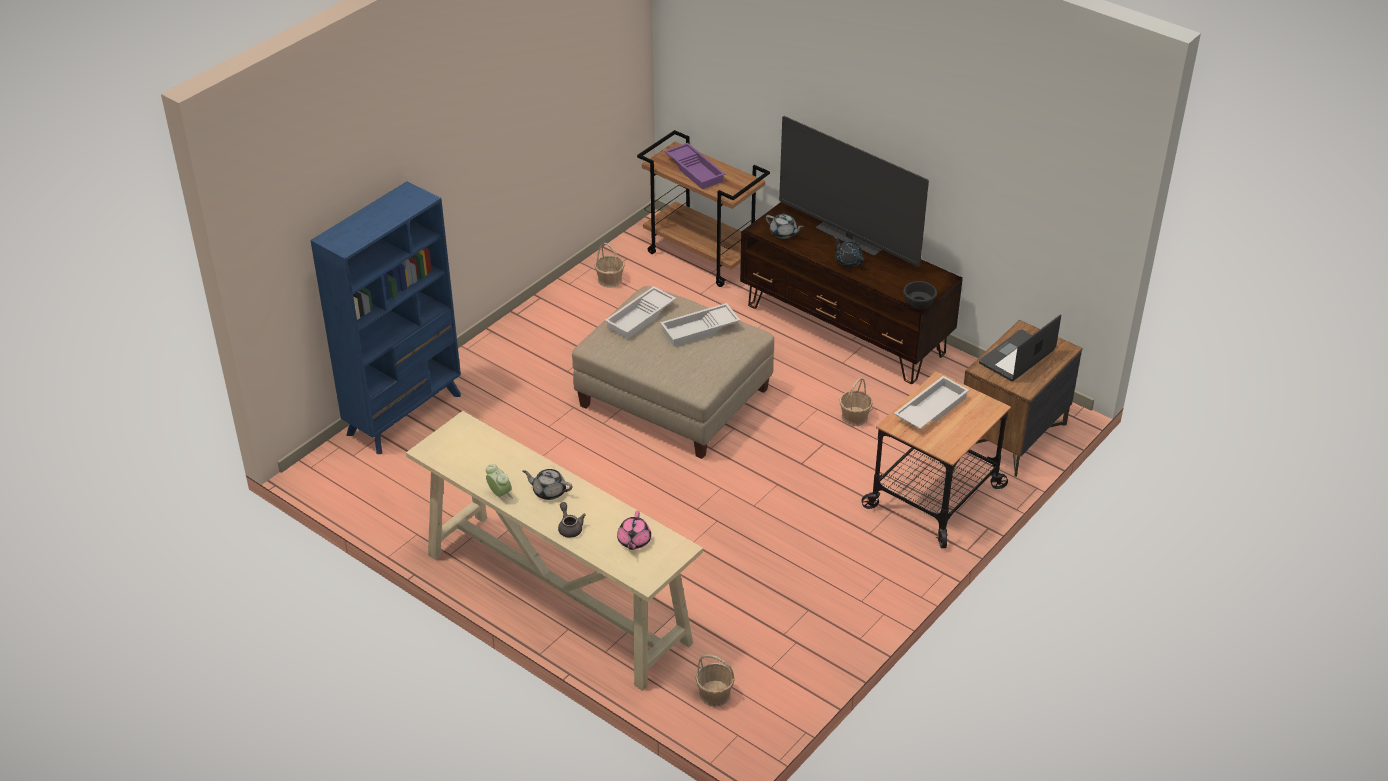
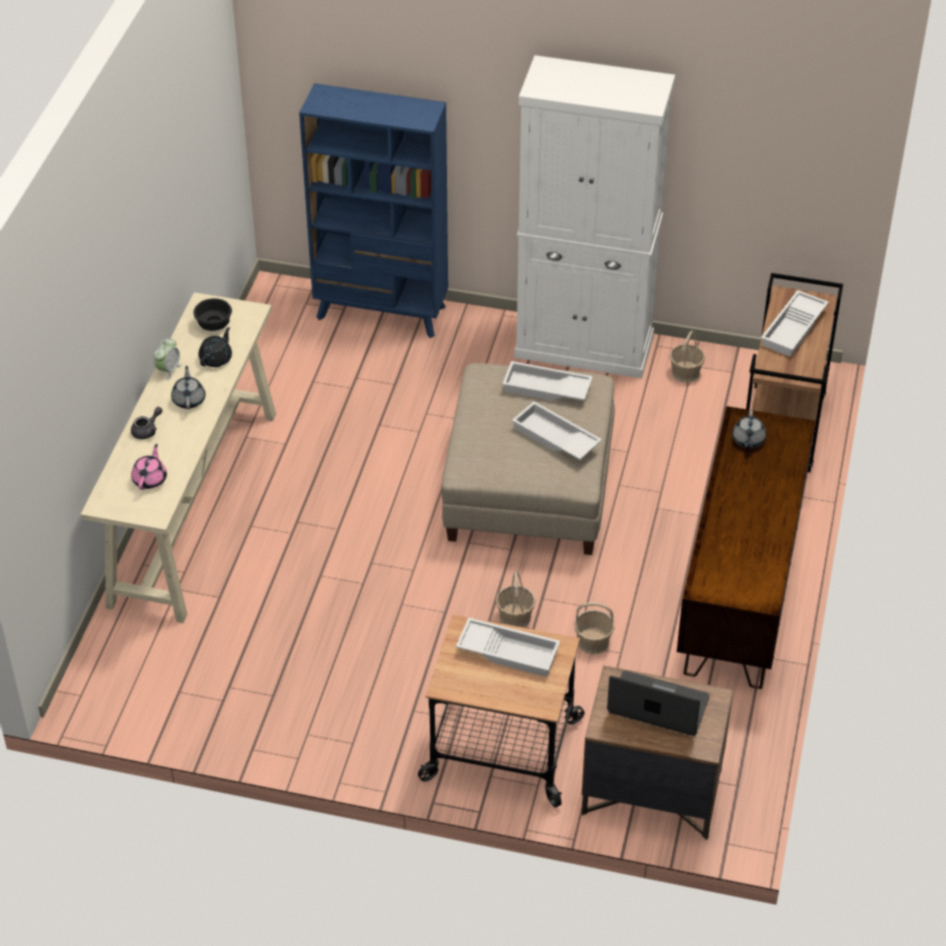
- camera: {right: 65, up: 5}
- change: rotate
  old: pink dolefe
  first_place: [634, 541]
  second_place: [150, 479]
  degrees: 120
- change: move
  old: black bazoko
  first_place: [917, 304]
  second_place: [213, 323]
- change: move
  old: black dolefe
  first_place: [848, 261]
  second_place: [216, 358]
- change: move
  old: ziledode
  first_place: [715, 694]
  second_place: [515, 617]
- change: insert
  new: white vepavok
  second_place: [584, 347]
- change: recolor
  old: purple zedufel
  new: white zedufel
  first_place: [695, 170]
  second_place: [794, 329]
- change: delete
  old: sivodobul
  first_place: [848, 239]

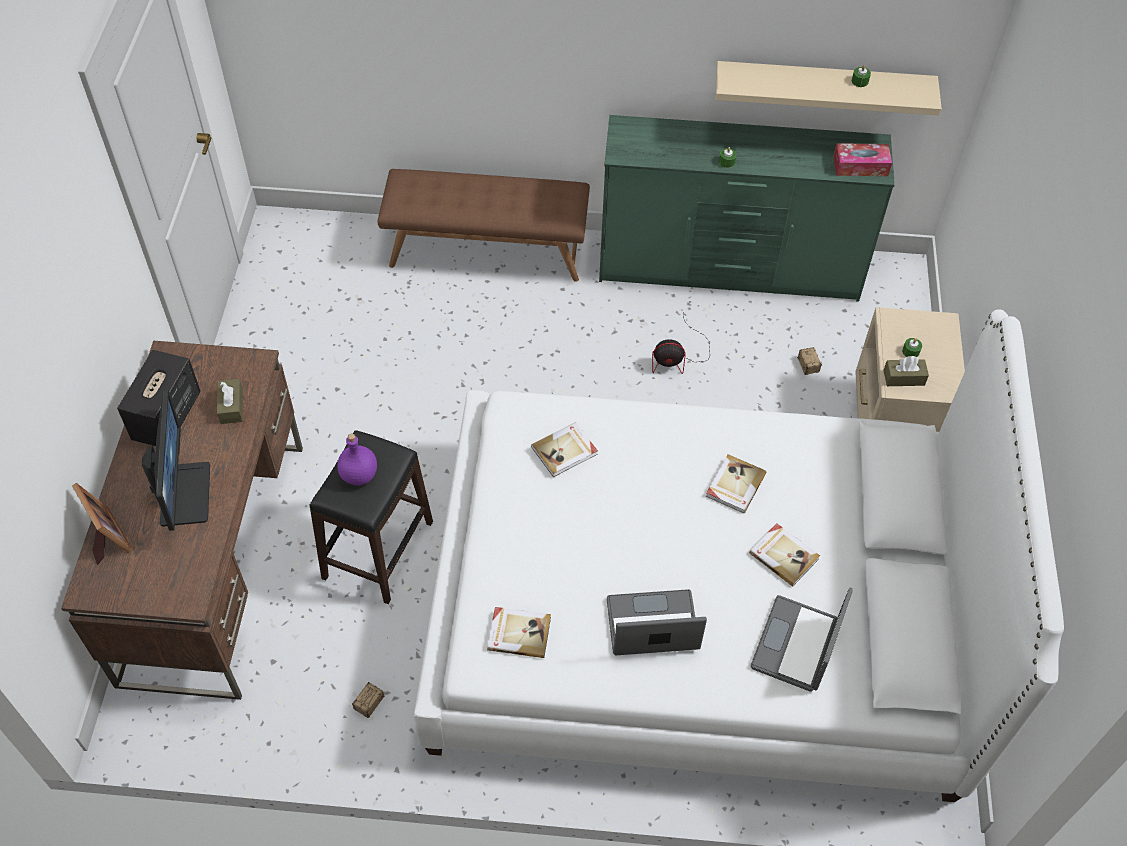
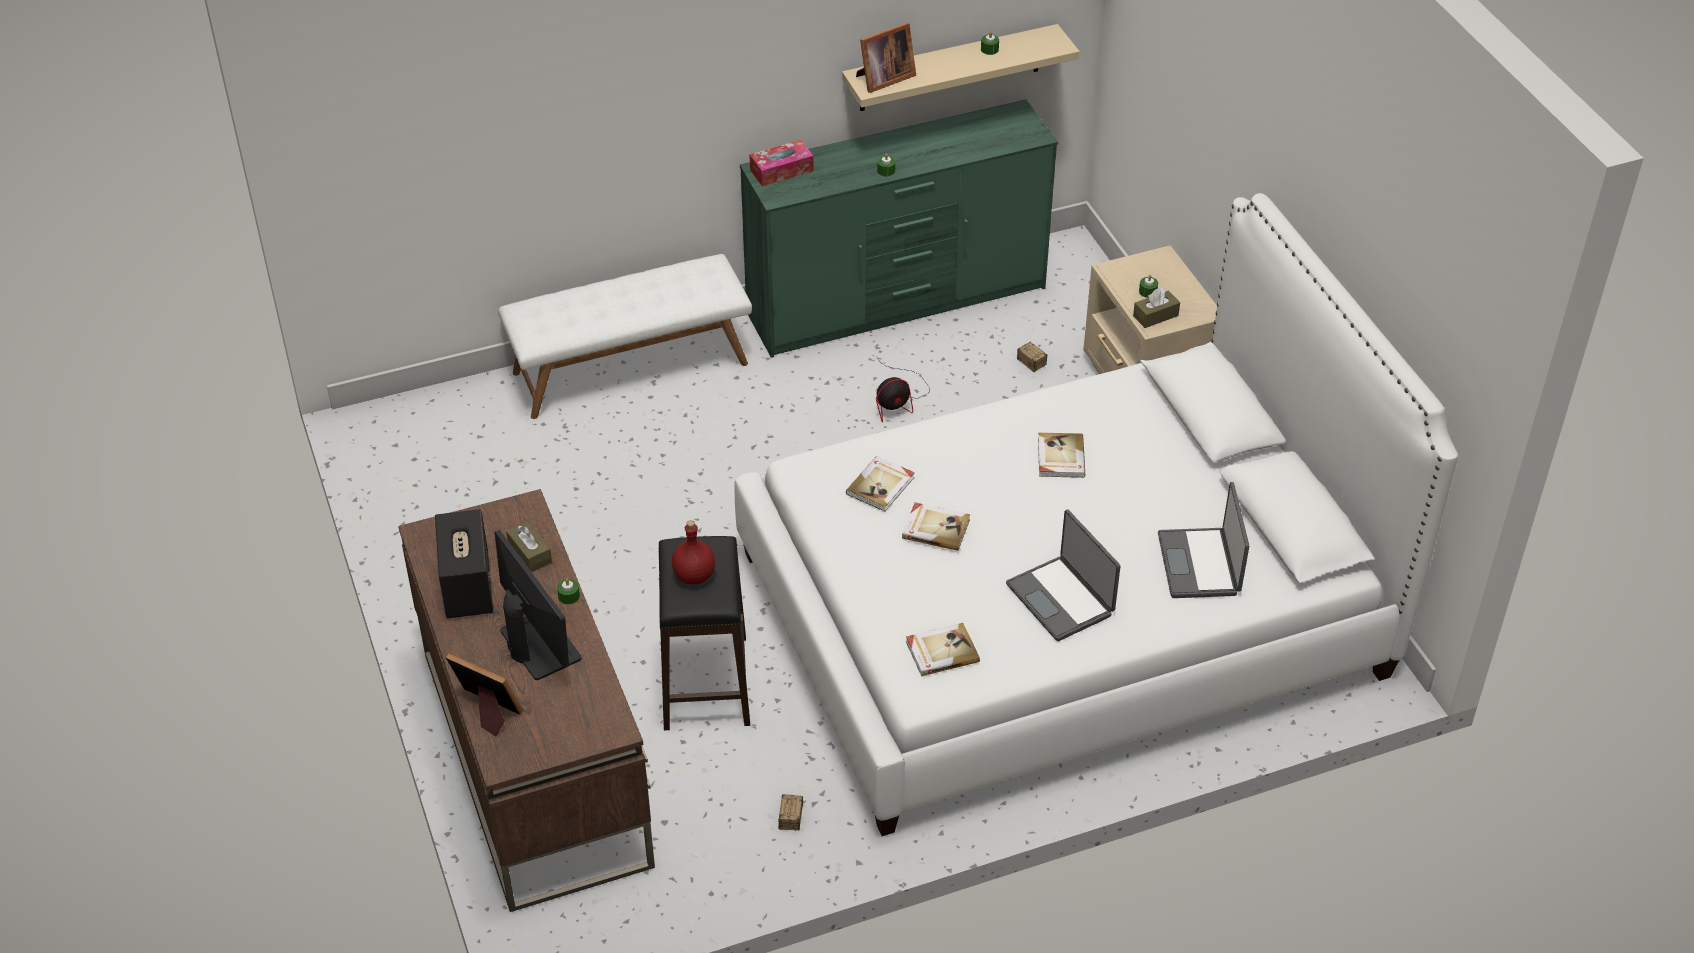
- camera: {right: -25, up: -10}
- change: recolor
  old: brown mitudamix
  new: white mitudamix
  first_place: [487, 250]
  second_place: [630, 367]
- change: insert
  new: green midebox
  second_place: [569, 596]
- change: recolor
  old: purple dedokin
  new: red dedokin
  first_place: [359, 474]
  second_place: [694, 575]
- change: move
  old: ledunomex
  first_place: [860, 166]
  second_place: [781, 170]
- change: insert
  new: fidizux
  second_place: [883, 79]
- change: move
  old: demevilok
  first_place: [784, 555]
  second_place: [935, 528]
- change: rotate
  old: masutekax
  first_place: [652, 626]
  second_place: [1061, 599]
  degrees: -90

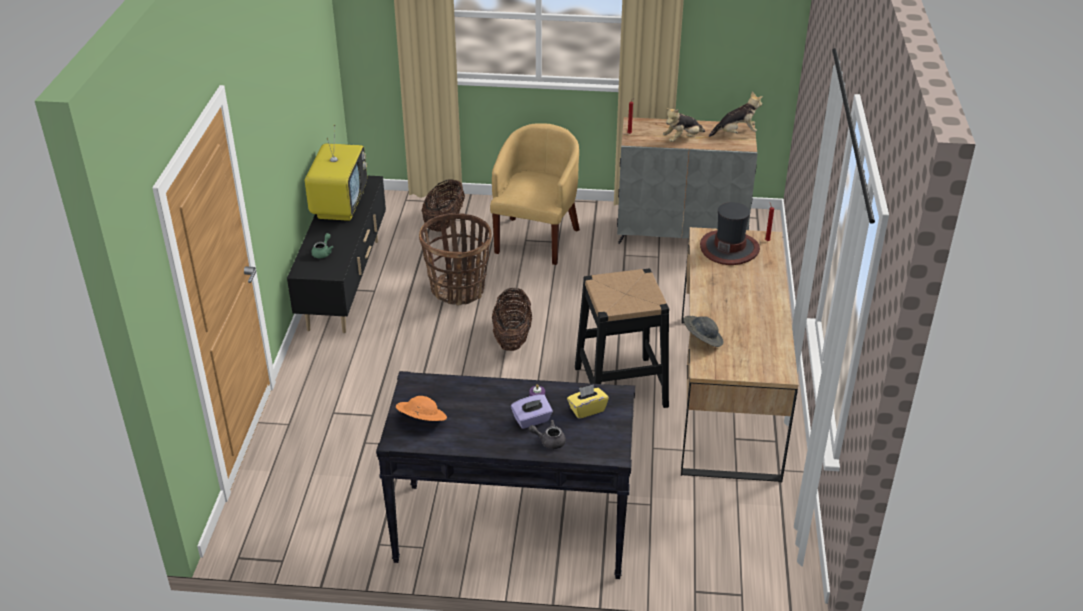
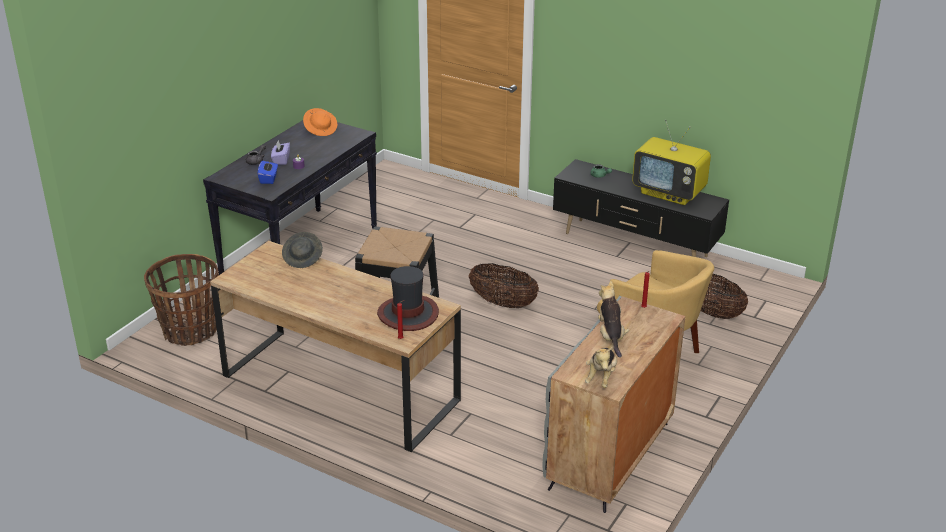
- camera: {right: 115, up: -5}
- change: move
  old: ziledode
  first_place: [458, 290]
  second_place: [190, 331]
- change: recolor
  old: yellow ledunomex
  new: blue ledunomex
  first_place: [587, 409]
  second_place: [268, 179]

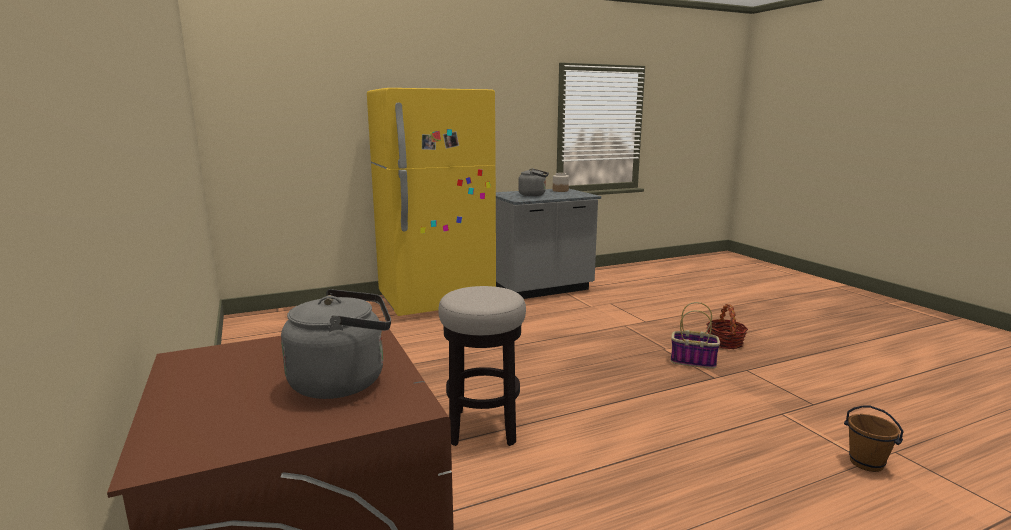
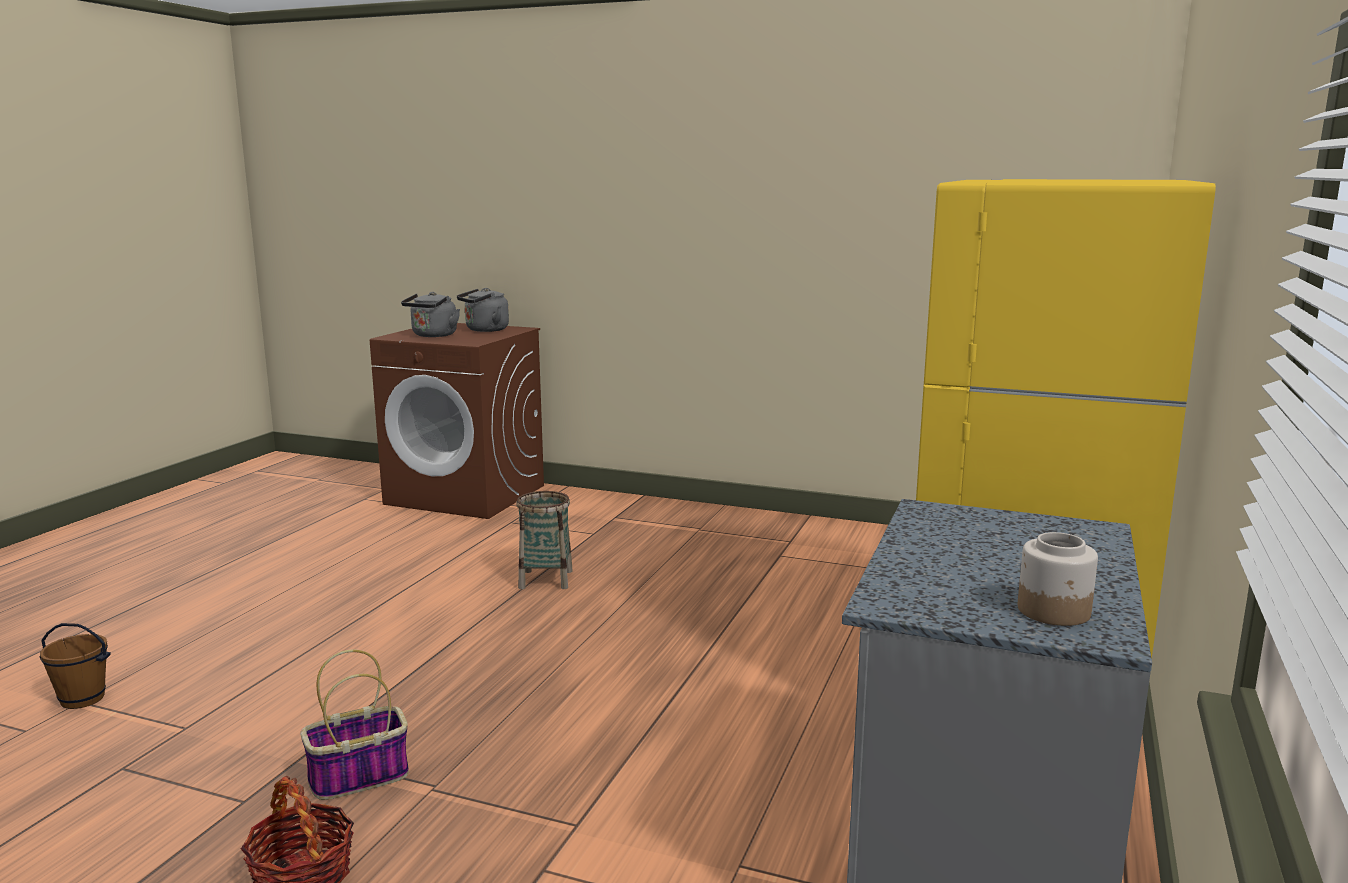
- camera: {right: 135, up: 0}
- change: move
  old: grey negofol
  first_place: [534, 195]
  second_place: [484, 330]
- change: replace
  old: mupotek
  new: ziledode
  first_place: [483, 428]
  second_place: [546, 579]

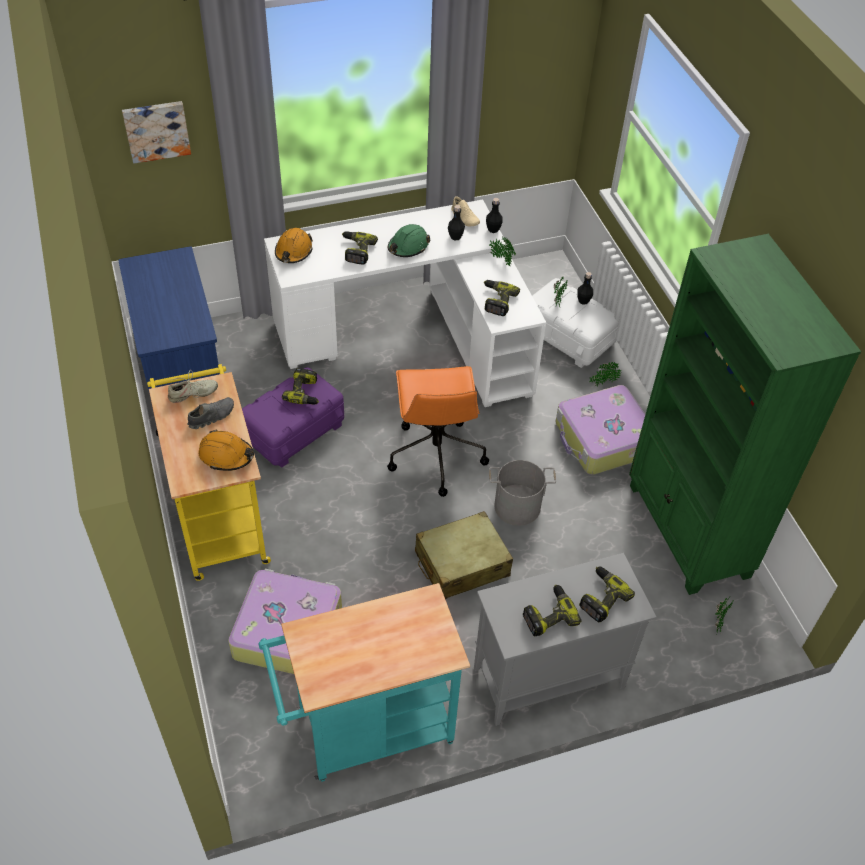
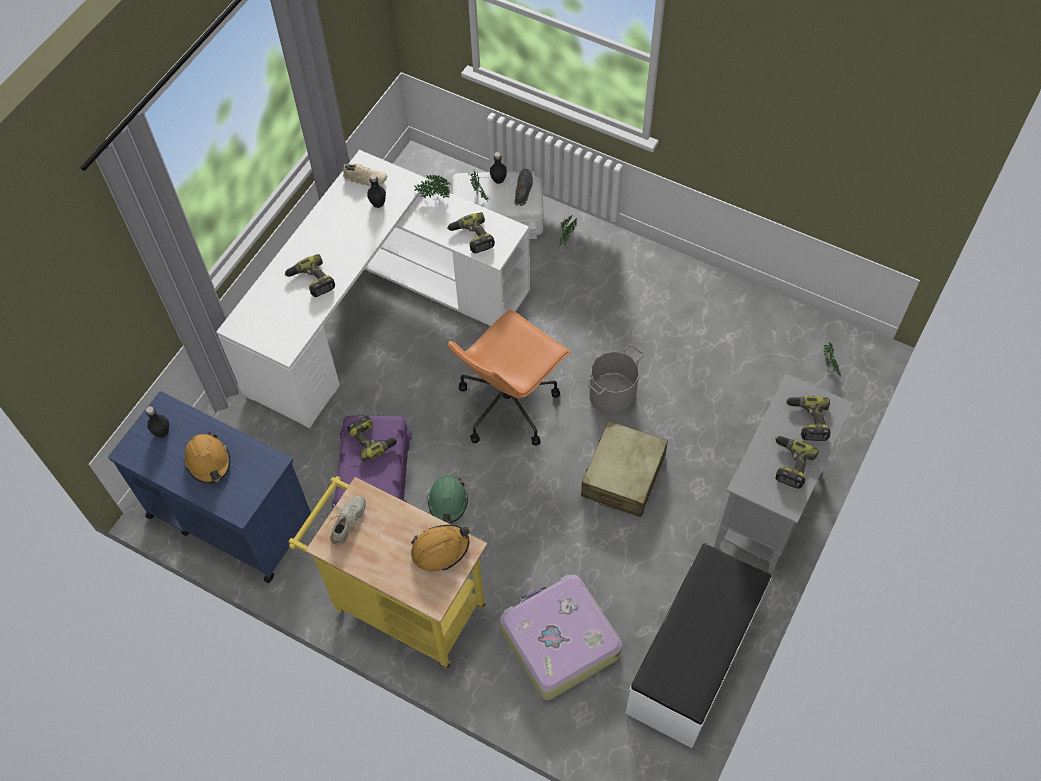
- camera: {right: -40, up: 10}
- change: move
  old: black dedokin
  first_place: [493, 229]
  second_place: [162, 432]
- change: move
  old: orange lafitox
  first_place: [293, 251]
  second_place: [208, 461]
- change: move
  old: green lafitox
  first_place: [408, 247]
  second_place: [448, 502]
- change: rotate
  old: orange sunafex
  first_place: [435, 454]
  second_place: [508, 404]
  degrees: 90
- change: move
  old: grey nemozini
  first_place: [211, 416]
  second_place: [523, 190]
- change: replace
  old: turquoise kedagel
  new: white mitudamix
  first_place: [365, 730]
  second_place: [694, 660]
- change: delete
  old: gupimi
  first_place: [156, 130]
- change: delete
  old: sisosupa
  first_place: [603, 439]
- change: delete
  old: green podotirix
  first_place: [687, 531]

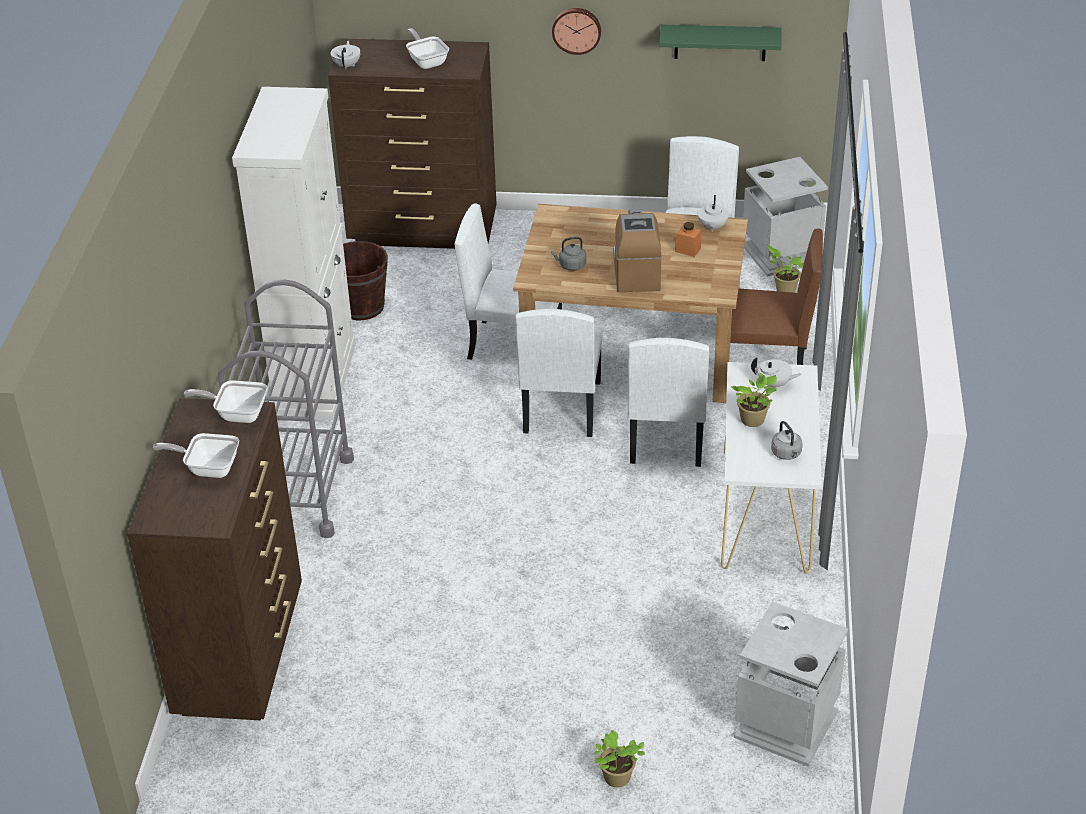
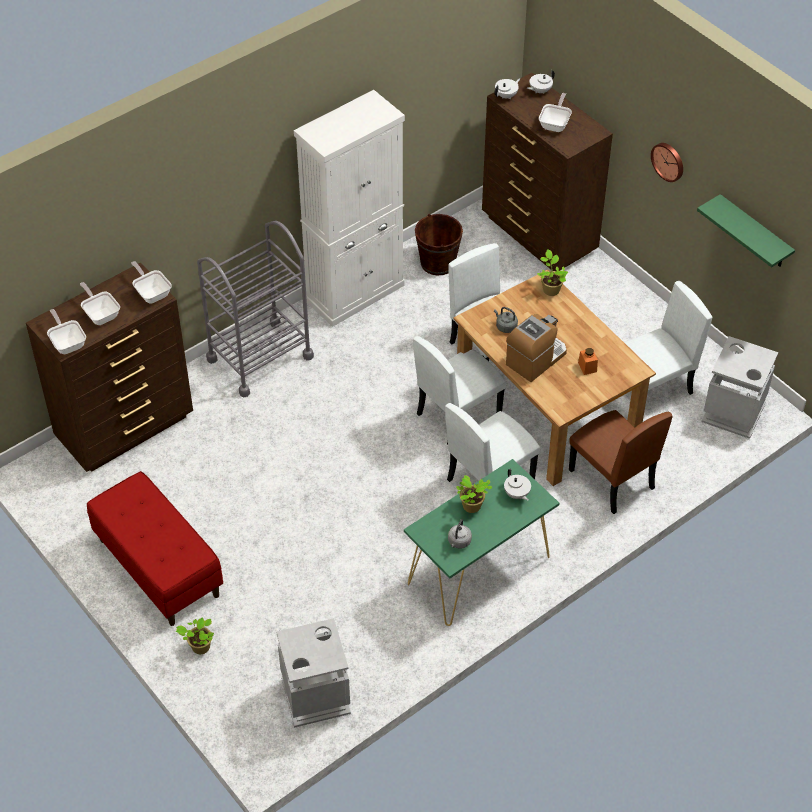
- camera: {right: 45, up: 10}
- change: insert
  new: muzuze
  second_place: [67, 343]
- change: insert
  new: red mitudamix
  second_place: [158, 568]
- change: recolor
  old: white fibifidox
  new: green fibifidox
  first_place: [765, 511]
  second_place: [478, 570]
- change: move
  old: white dolefe
  first_place: [712, 227]
  second_place: [540, 91]
- change: move
  old: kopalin
  first_place: [784, 289]
  second_place: [550, 289]

